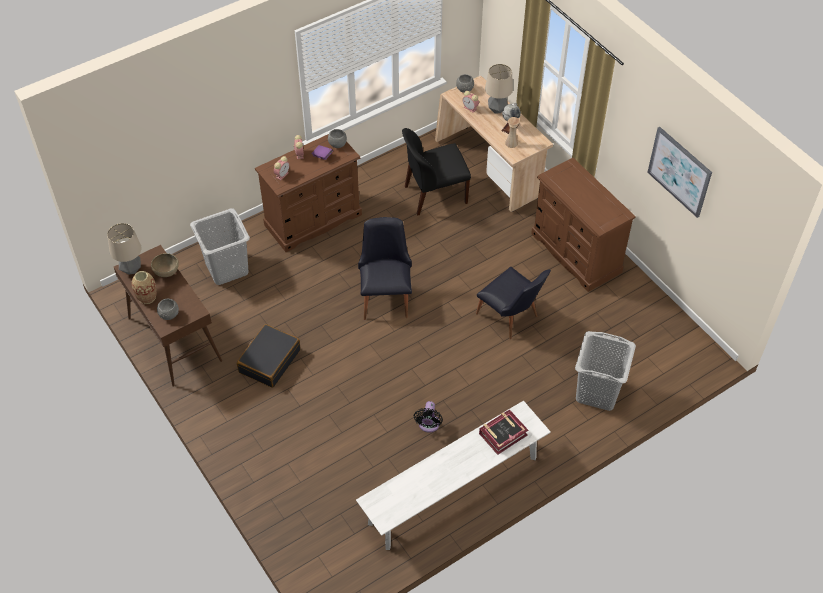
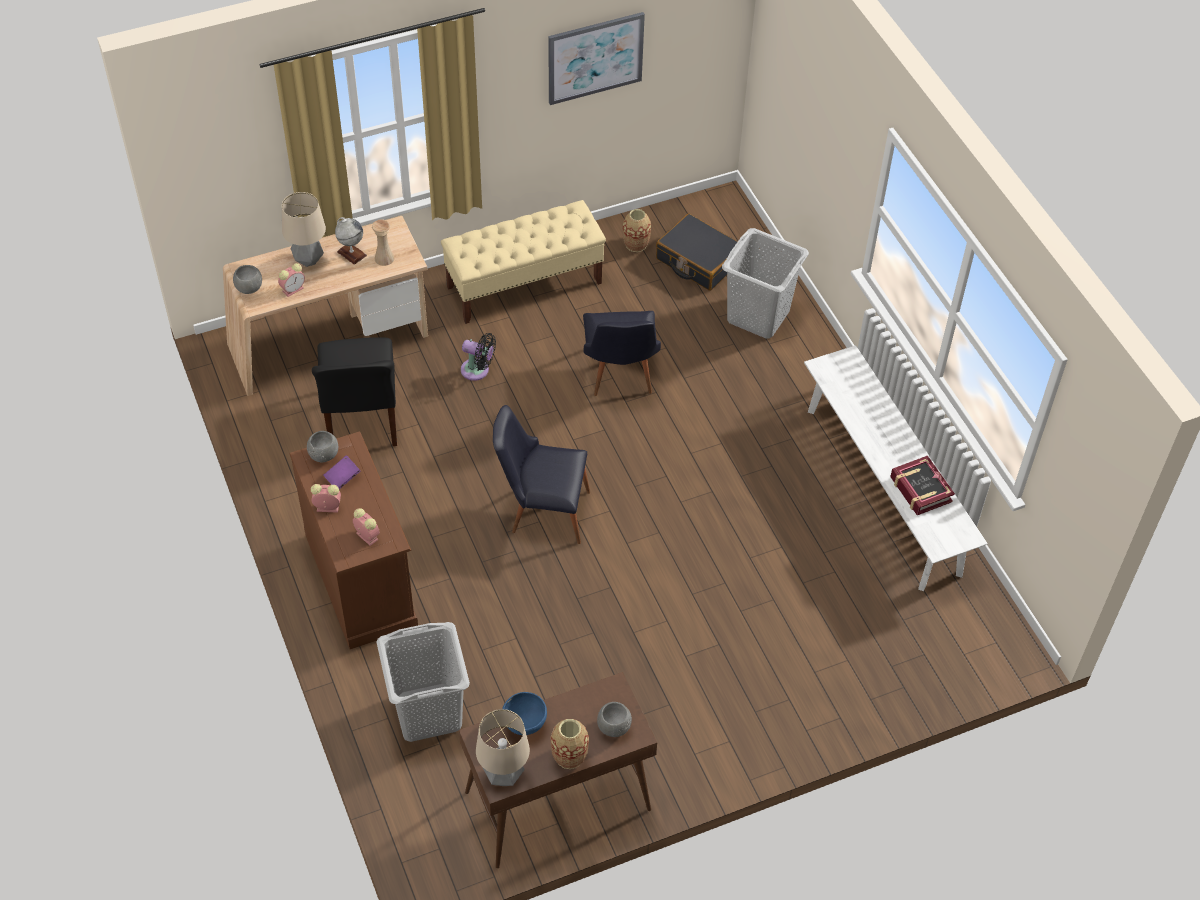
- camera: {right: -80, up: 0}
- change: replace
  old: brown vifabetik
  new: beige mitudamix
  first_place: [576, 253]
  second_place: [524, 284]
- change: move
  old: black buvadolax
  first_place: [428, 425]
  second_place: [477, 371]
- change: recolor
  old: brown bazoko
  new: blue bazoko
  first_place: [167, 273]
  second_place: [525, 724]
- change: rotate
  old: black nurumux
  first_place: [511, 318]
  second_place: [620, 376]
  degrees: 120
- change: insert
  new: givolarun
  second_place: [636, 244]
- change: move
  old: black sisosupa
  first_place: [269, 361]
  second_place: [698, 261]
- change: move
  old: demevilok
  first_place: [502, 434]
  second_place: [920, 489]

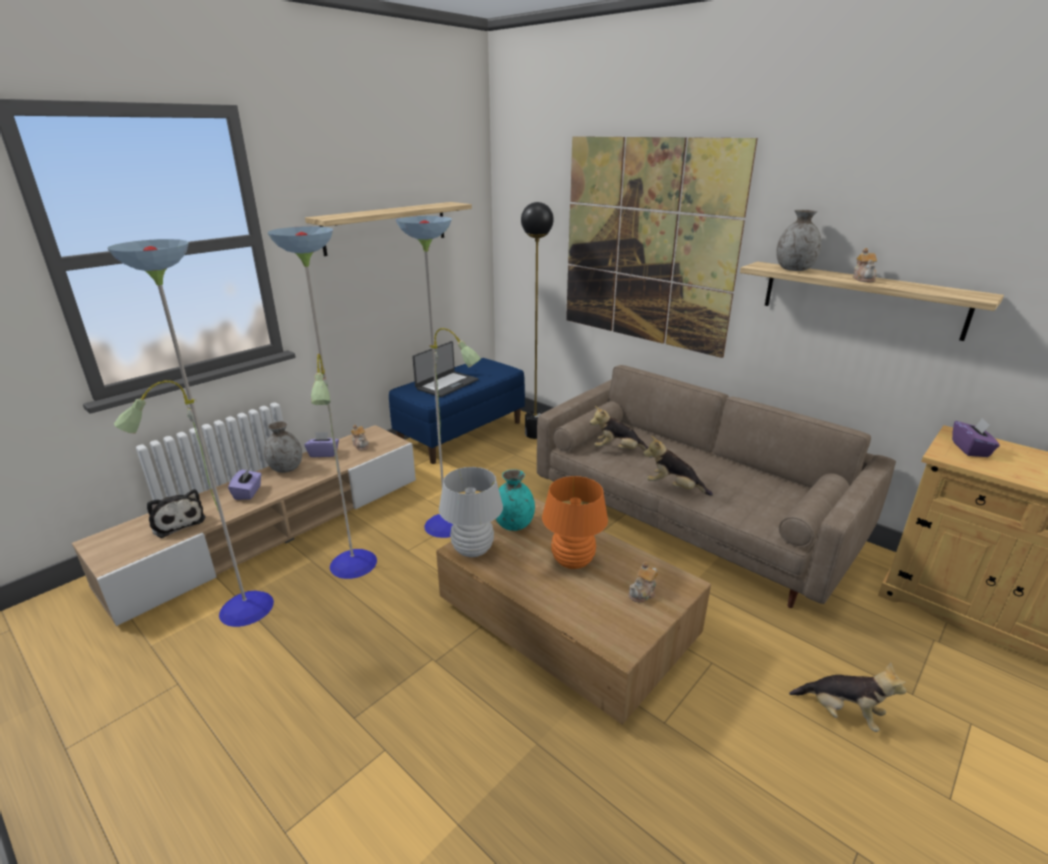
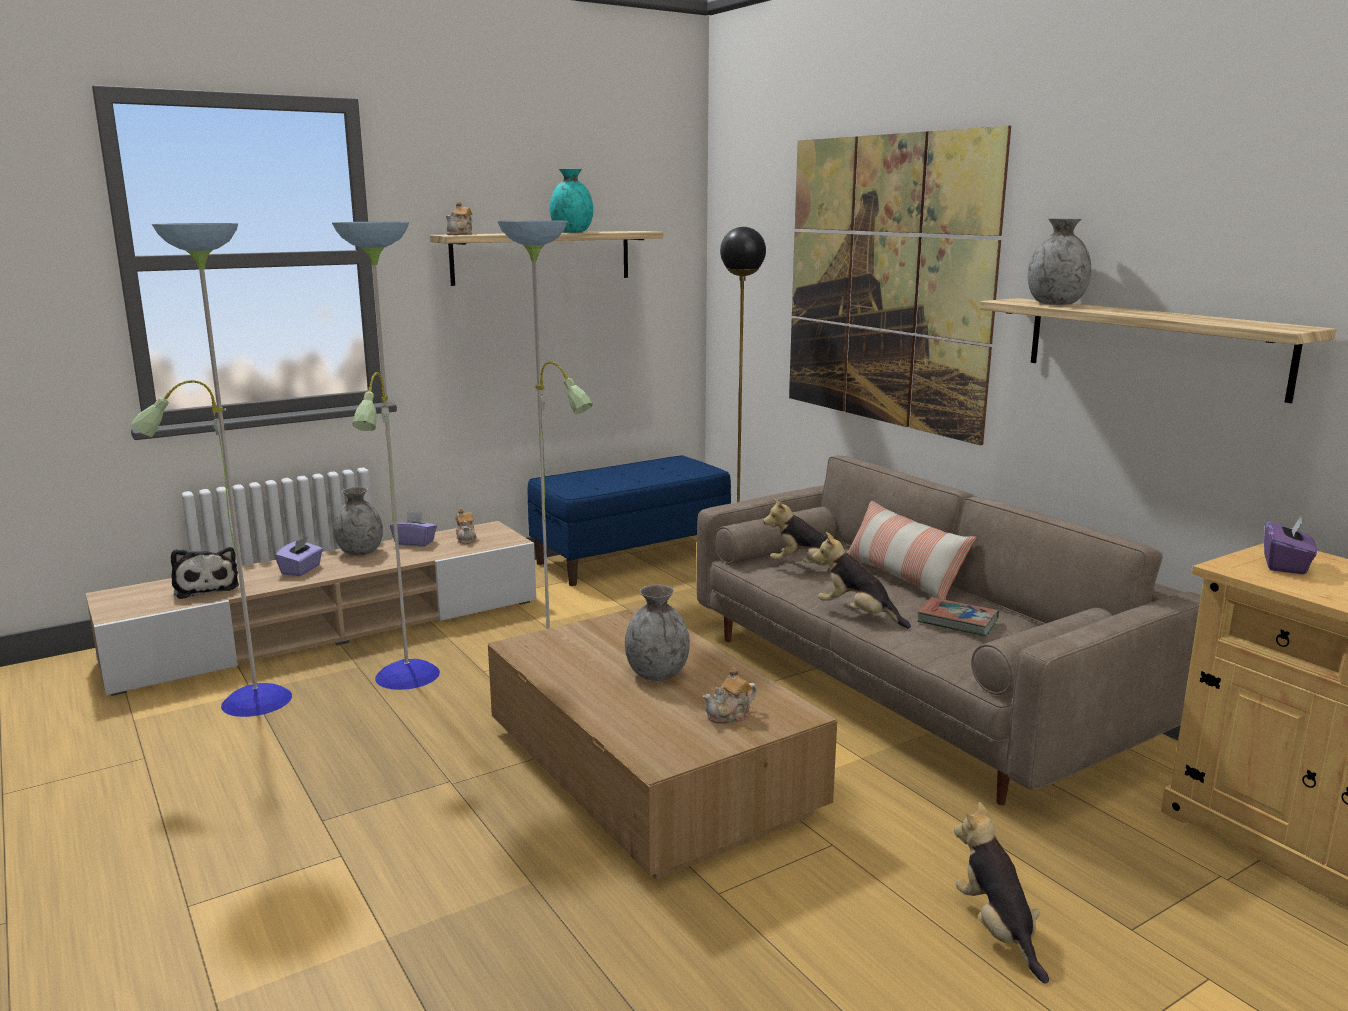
- camera: {right: 15, up: -10}
- change: move
  old: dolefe
  first_place: [863, 279]
  second_place: [460, 234]
- change: move
  old: turquoise givolarun
  first_place: [513, 524]
  second_place: [571, 232]
- change: replace
  old: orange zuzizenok
  new: grey givolarun
  first_place: [573, 561]
  second_place: [658, 674]
- change: insert
  new: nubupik
  second_place: [902, 578]
- change: insert
  new: demevilok
  second_place: [957, 621]
- change: rotate
  old: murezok
  first_place: [842, 713]
  second_place: [997, 929]
  degrees: -150
- change: delete
  old: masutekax
  first_place: [446, 384]
- change: delete
  old: white zuzizenok
  first_place: [472, 550]

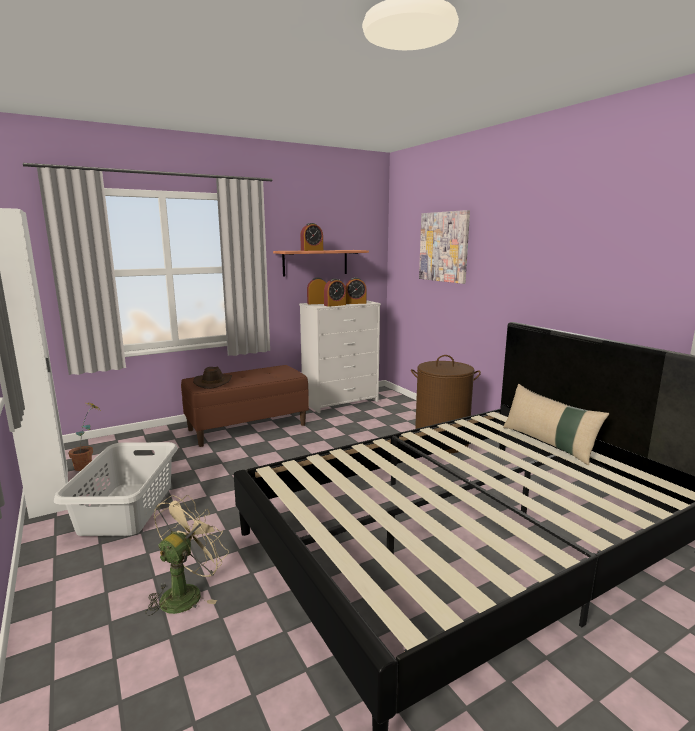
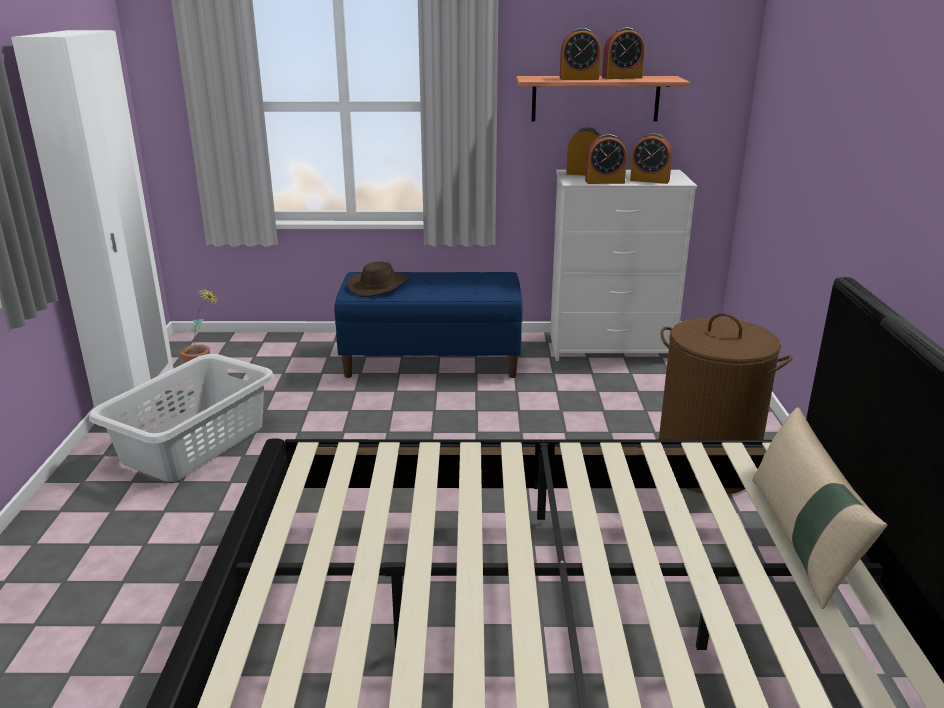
- camera: {right: 30, up: 10}
- change: recolor
  old: brown mitudamix
  new: blue mitudamix
  first_place: [248, 427]
  second_place: [432, 361]
- change: insert
  new: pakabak
  second_place: [622, 77]
- change: delete
  old: beige buvadolax
  first_place: [187, 593]
- change: delete
  old: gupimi
  first_place: [444, 247]

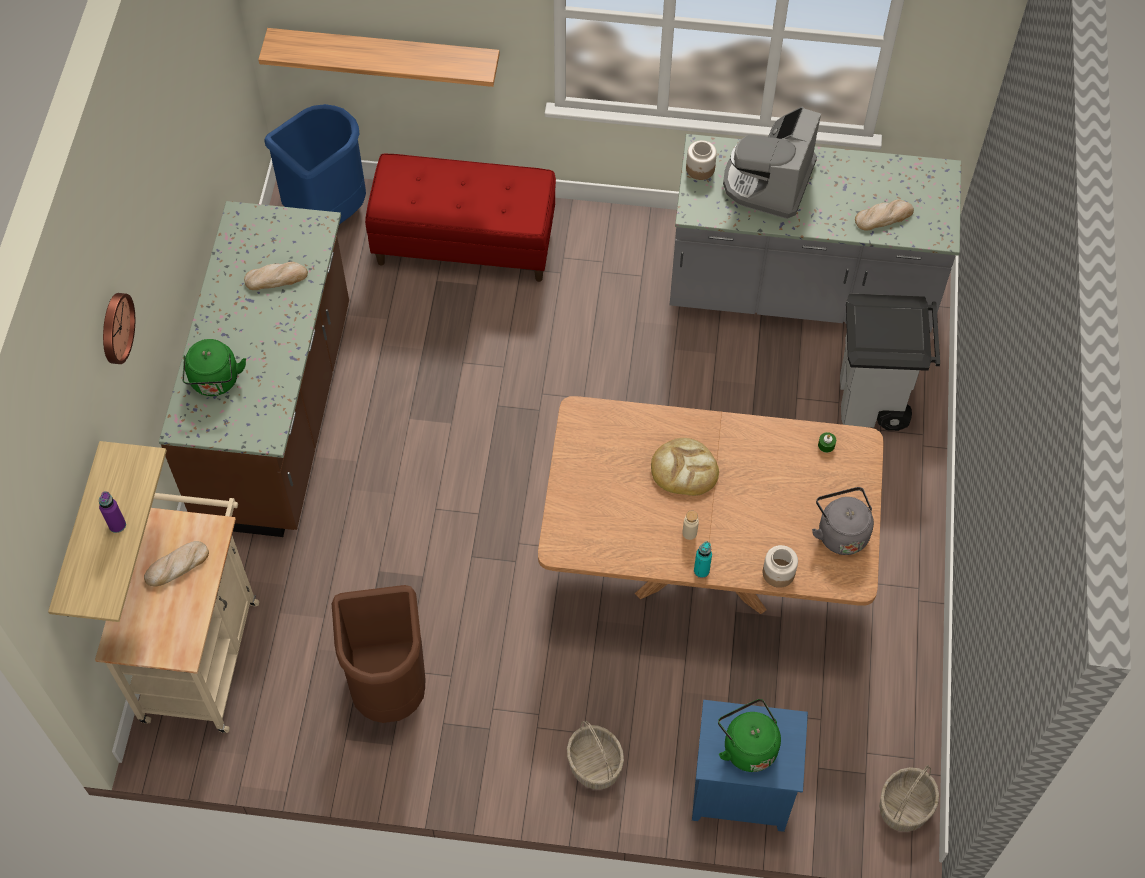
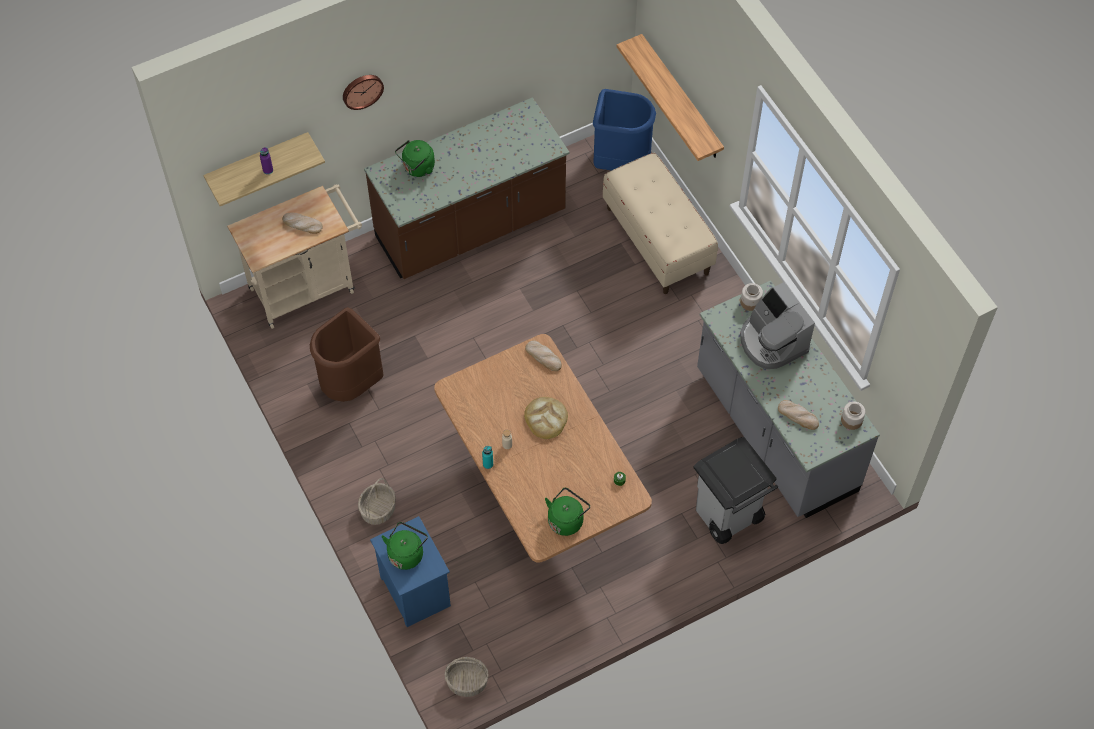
- camera: {right: 55, up: 0}
- change: move
  old: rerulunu
  first_place: [276, 278]
  second_place: [544, 357]
- change: recolor
  old: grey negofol
  new: green negofol
  first_place: [840, 532]
  second_place: [566, 519]
- change: recolor
  old: red mitudamix
  new: beige mitudamix
  first_place: [465, 244]
  second_place: [658, 240]
- change: rotate
  old: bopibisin
  first_place: [768, 181]
  second_place: [772, 341]
  degrees: -105
- change: move
  old: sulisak
  first_place: [778, 573]
  second_place: [851, 420]

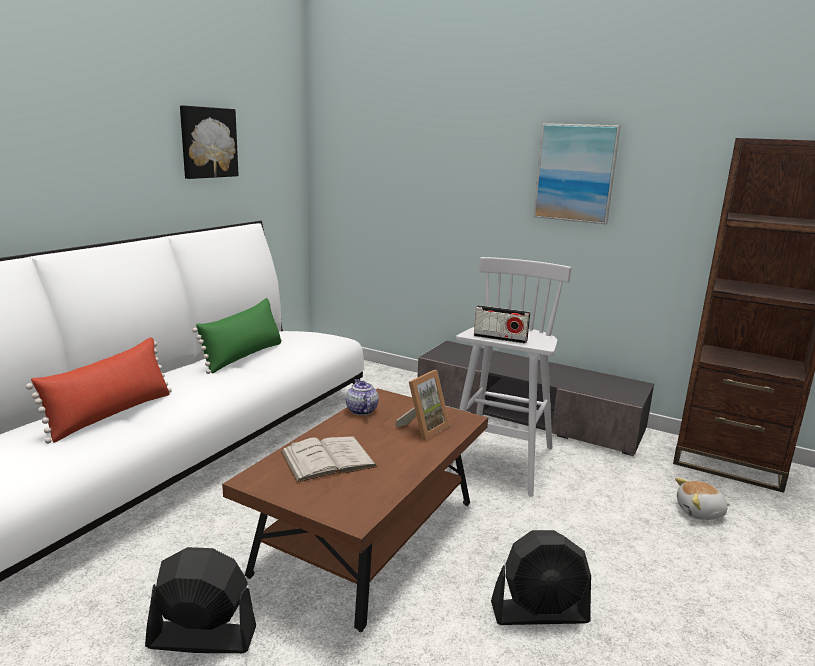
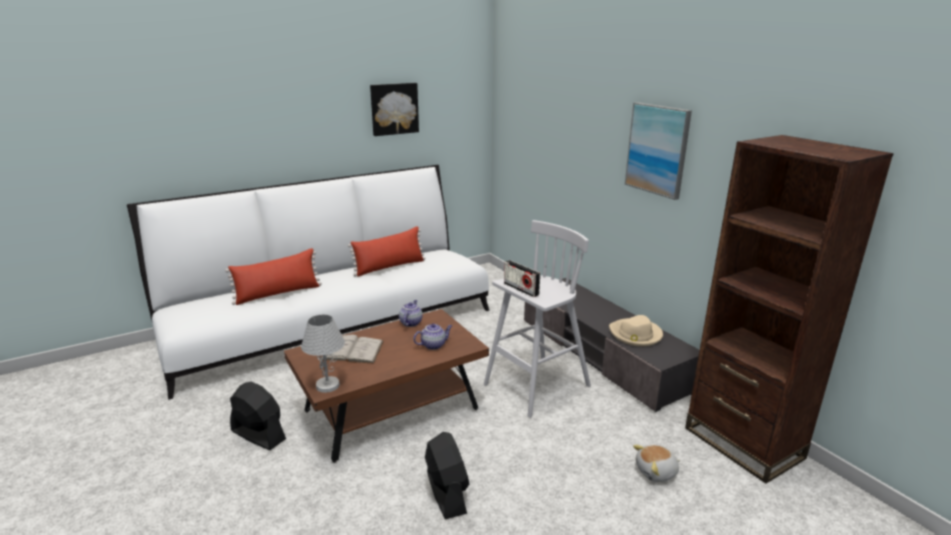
- camera: {right: 30, up: 5}
- change: insert
  new: white zuzizenok
  second_place: [328, 385]
- change: recolor
  old: green nubupik
  new: red nubupik
  first_place: [244, 356]
  second_place: [389, 267]
- change: replace
  old: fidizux
  new: dolefe
  first_place: [423, 428]
  second_place: [433, 345]
- change: rotate
  old: black buvadolax
  first_place: [540, 613]
  second_place: [446, 492]
  degrees: -135
- change: insert
  new: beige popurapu
  second_place: [635, 334]
- change: rotate
  old: murezok
  first_place: [700, 512]
  second_place: [656, 472]
  degrees: -45

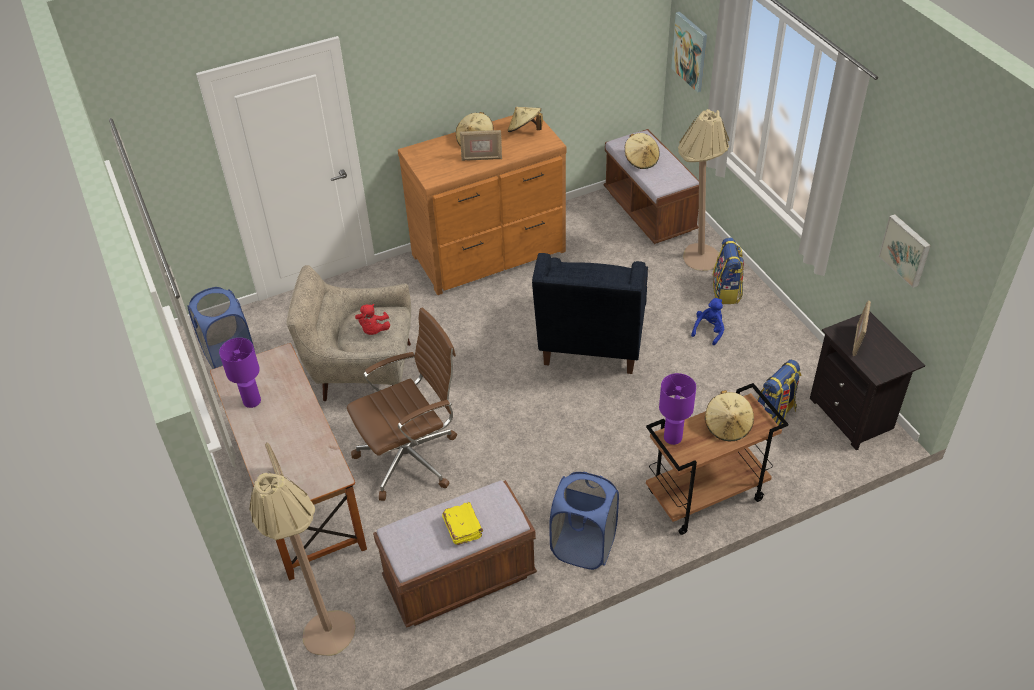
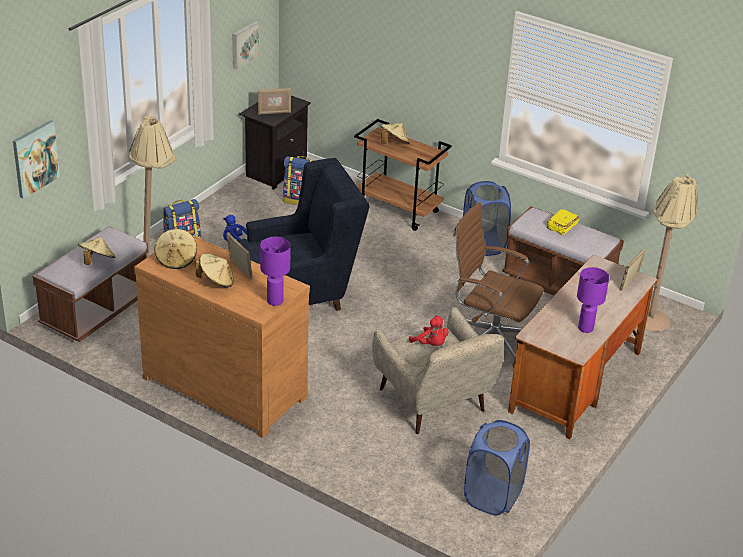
- camera: {right: -125, up: -10}
- change: move
  old: purple zuzizenok
  first_place: [673, 438]
  second_place: [275, 301]
- change: rotate
  old: red murezok
  first_place: [374, 330]
  second_place: [430, 344]
  degrees: 75

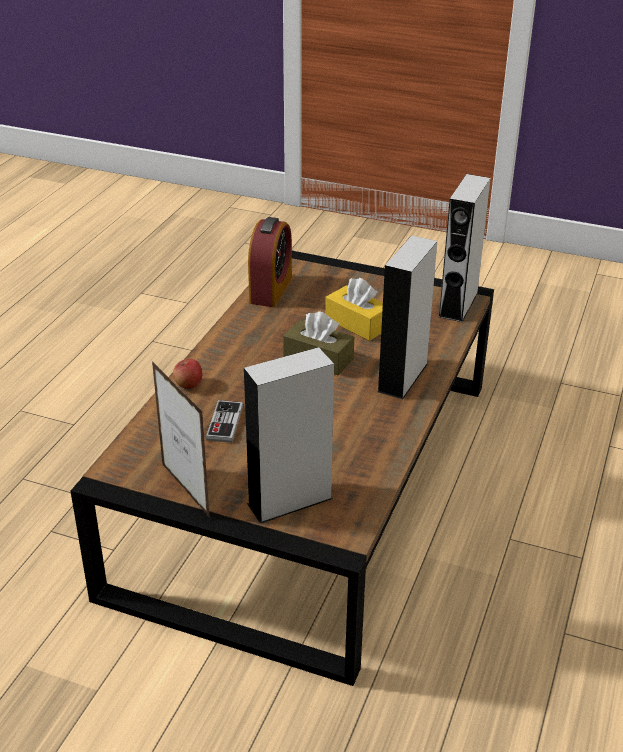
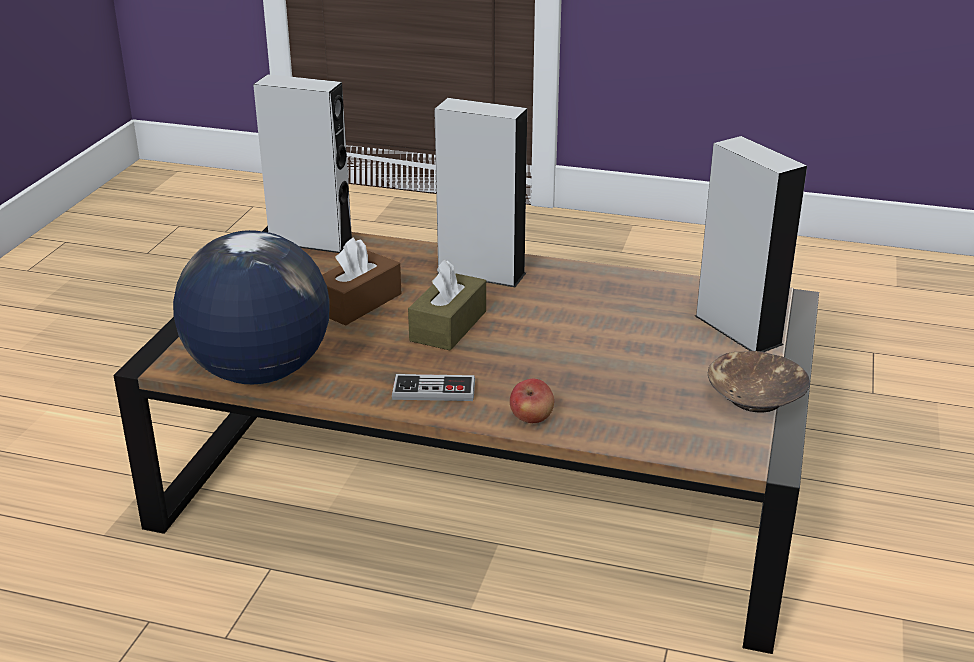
- camera: {right: -95, up: -5}
- change: replace
  old: pakabak
  new: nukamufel
  first_place: [271, 290]
  second_place: [258, 372]
- change: recolor
  old: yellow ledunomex
  new: brown ledunomex
  first_place: [357, 323]
  second_place: [358, 303]
- change: move
  old: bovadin
  first_place: [225, 423]
  second_place: [434, 390]
- change: replace
  old: fidizux
  new: brown bazoko
  first_place: [185, 490]
  second_place: [755, 397]

